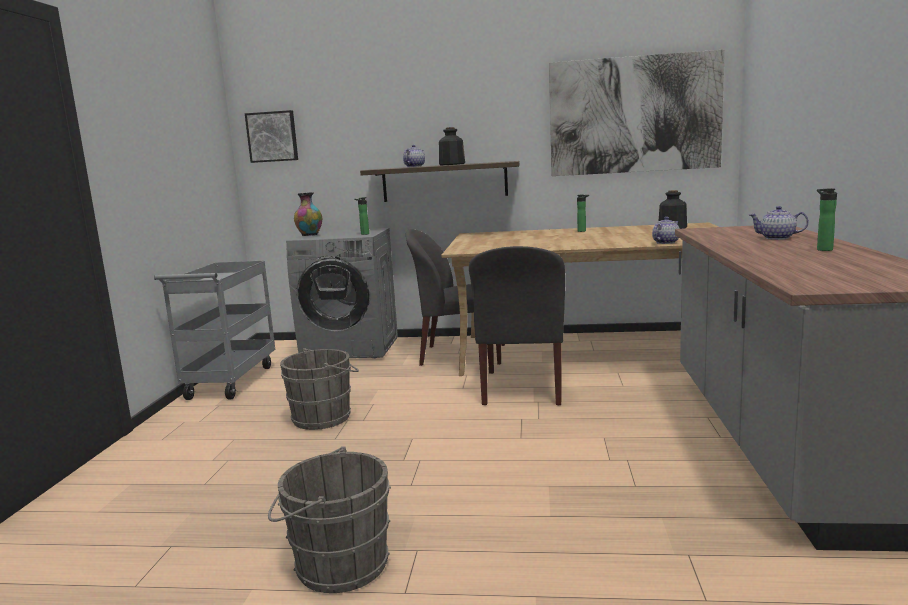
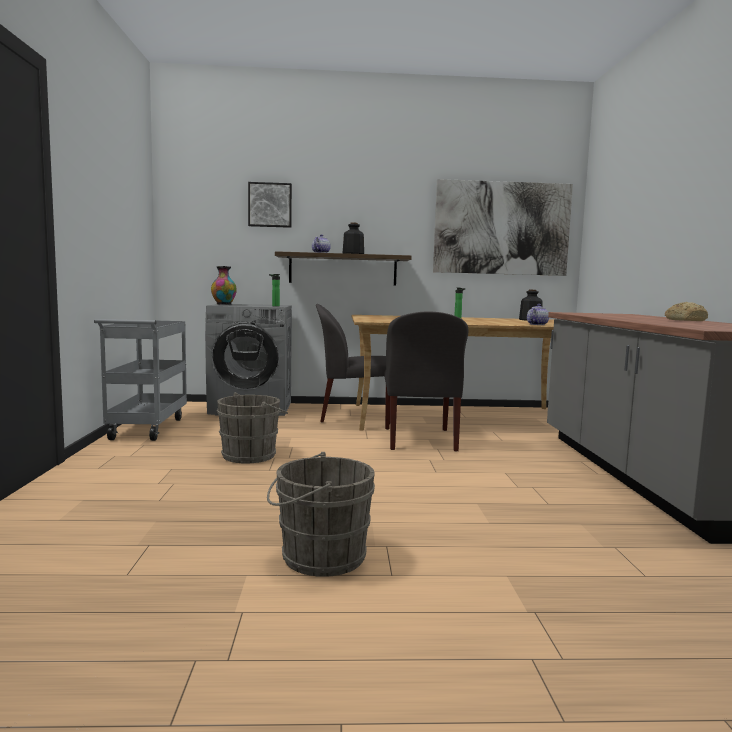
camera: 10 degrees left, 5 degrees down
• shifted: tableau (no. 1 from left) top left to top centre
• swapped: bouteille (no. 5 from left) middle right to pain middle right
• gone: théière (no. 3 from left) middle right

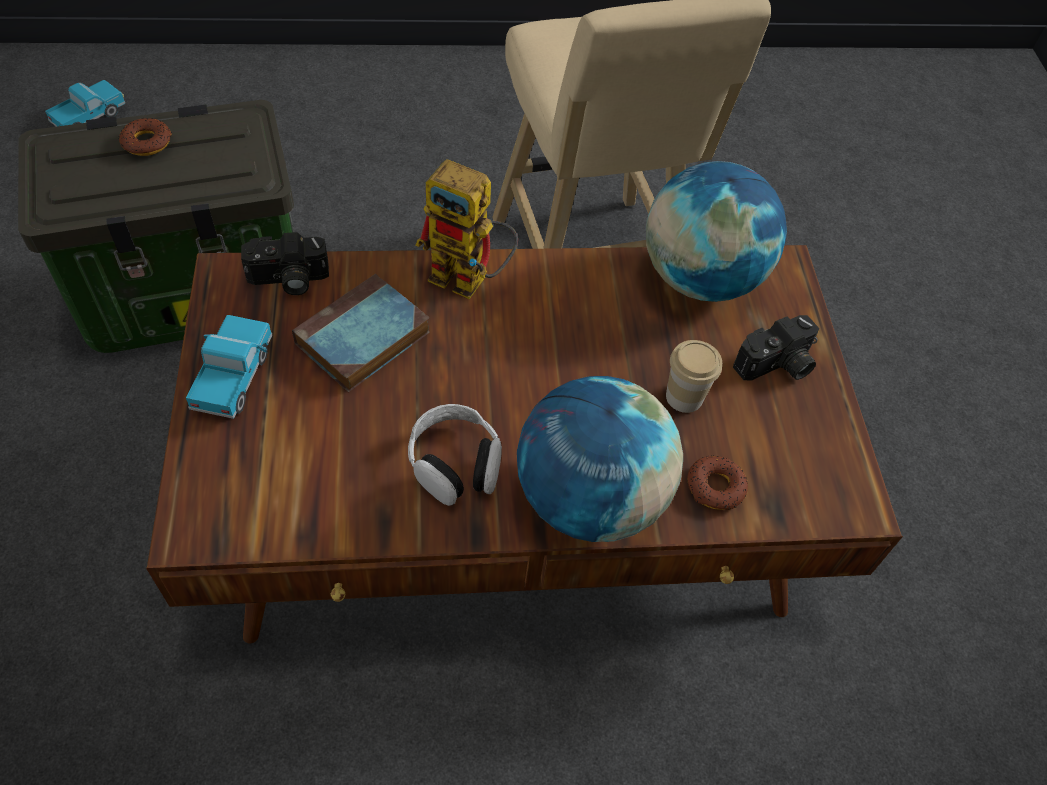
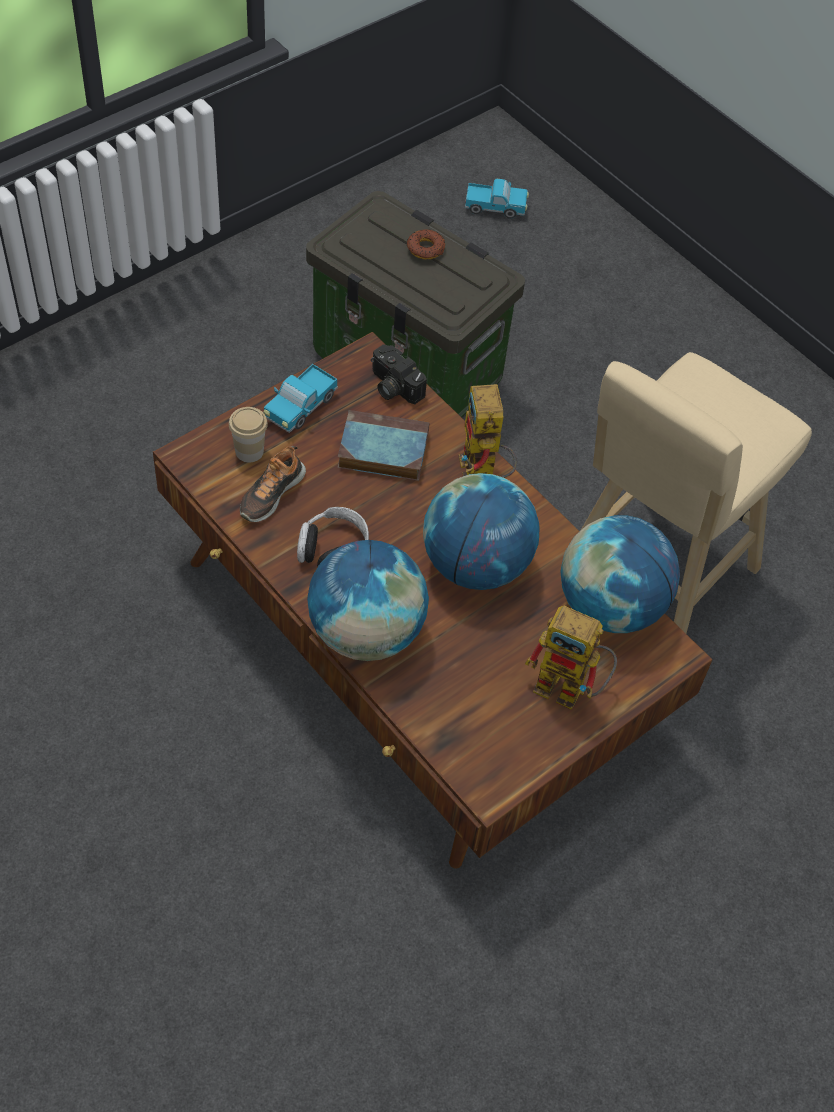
camera: 55 degrees right, 0 degrees up
• rotated: camion jouet (no. 2 from left in the first image) middle left = centre 150 degrees clockwise
• swapped: appareil photo (no. 2 from left) middle right to robot jouet (no. 2 from left) middle right
• shifted: tasse centre to middle left
• gone: beignet (no. 2 from left) middle right
• new: chaussure middle left
• new: globe (no. 2 from left) centre

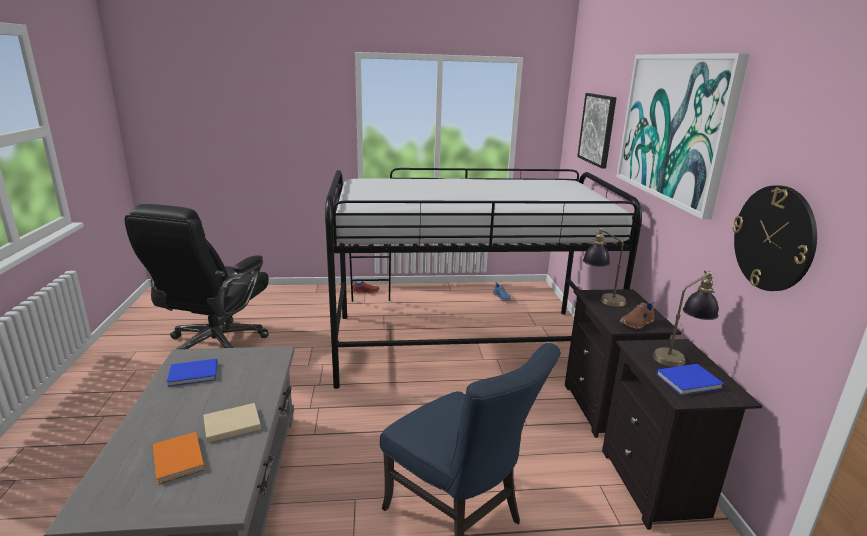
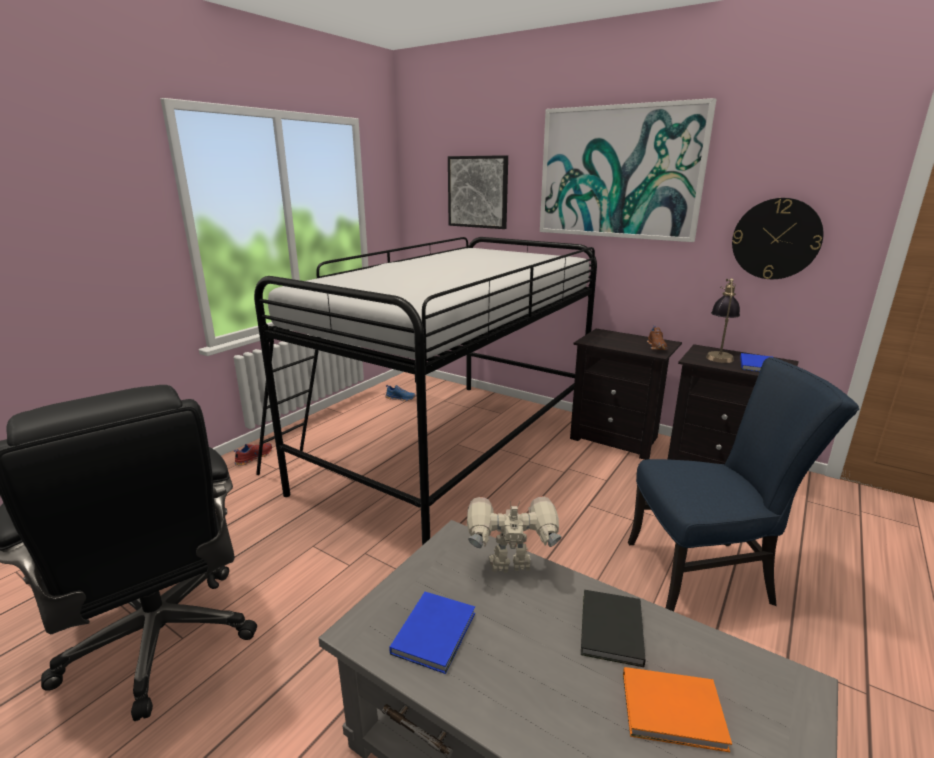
camera: 50 degrees left, 0 degrees up
• gone: lampe de table (no. 1 from left) middle right
• repainted: livre/beige bottom left to livre/noir bottom centre
• new: robot jouet bottom centre

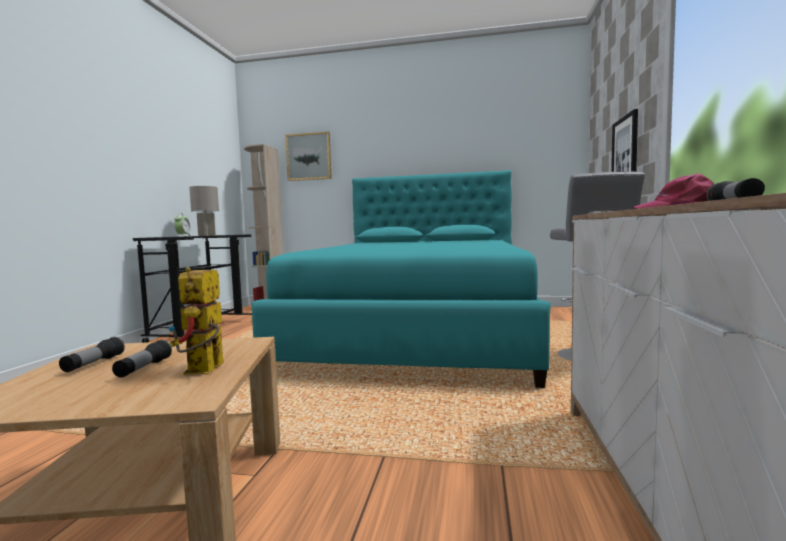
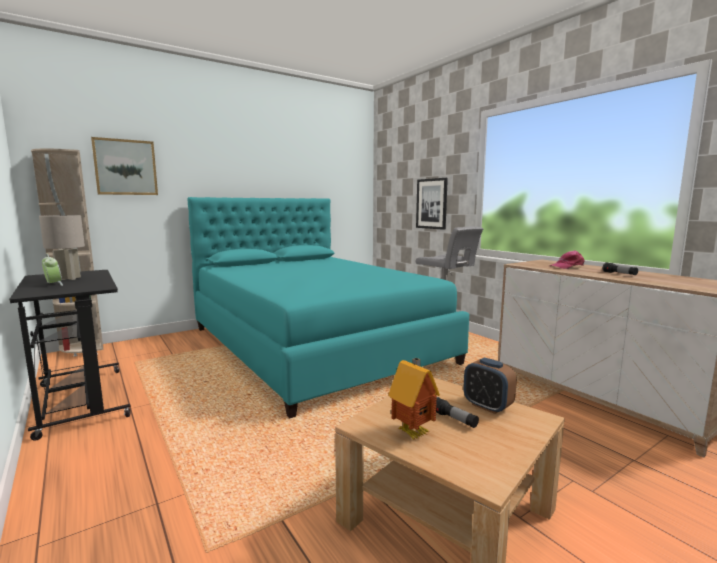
camera: 45 degrees left, 5 degrees up
• swapped: robot jouet middle left to réveil (no. 2 from left) bottom right
• swapped: lampe de poche (no. 1 from left) middle left to maison miniature bottom centre

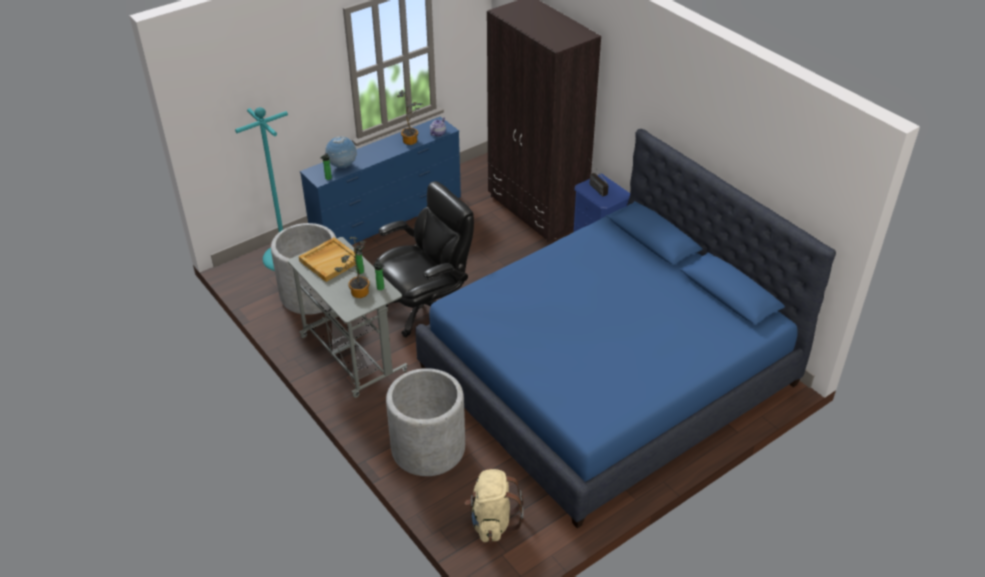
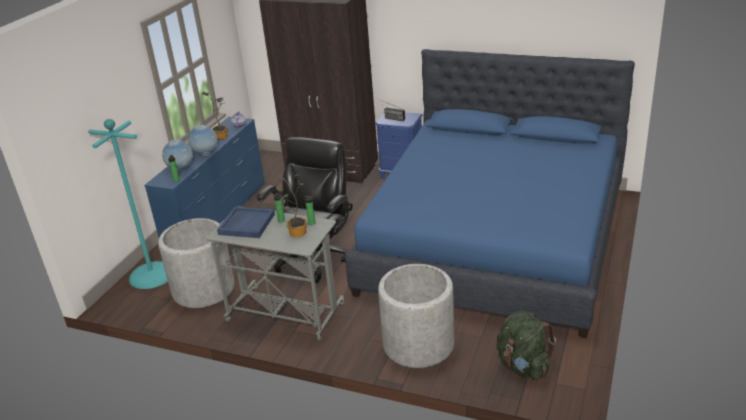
camera: 30 degrees left, 10 degrees down
• repainted: plateau/beige middle left to plateau/bleu middle left
• repainted: sac à dos/beige bottom centre to sac à dos/vert bottom right
• new: globe (no. 2 from left) middle left

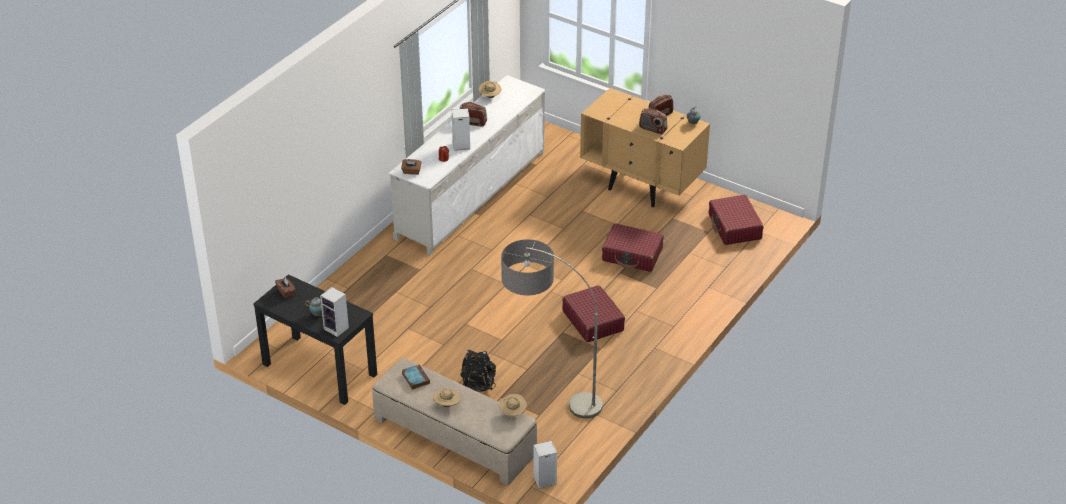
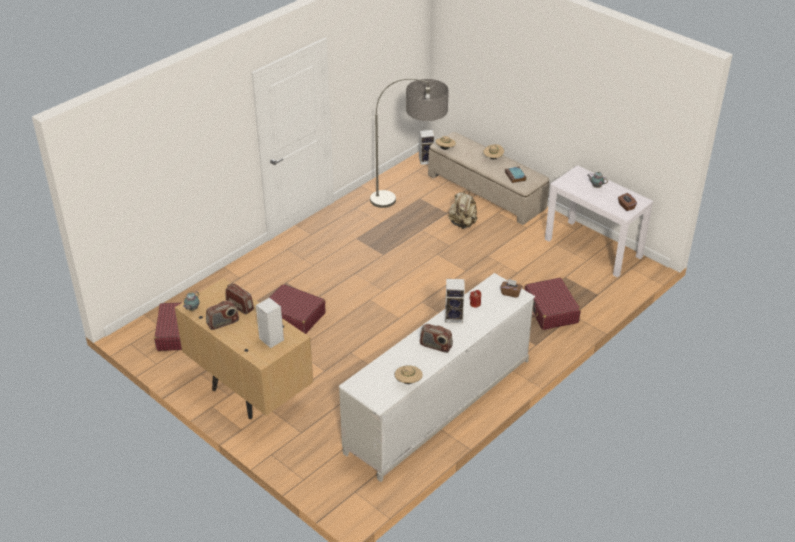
camera: 170 degrees left, 0 degrees up
• repainted: table console/noir bottom left to table console/blanc middle right
• shifted: valise/rouge (no. 1 from left in the first image) centre to valise/rouge (no. 3 from left) middle right
• shifted: enceinte (no. 1 from left) middle left to centre
• repainted: sac à dos/noir bottom centre to sac à dos/beige centre

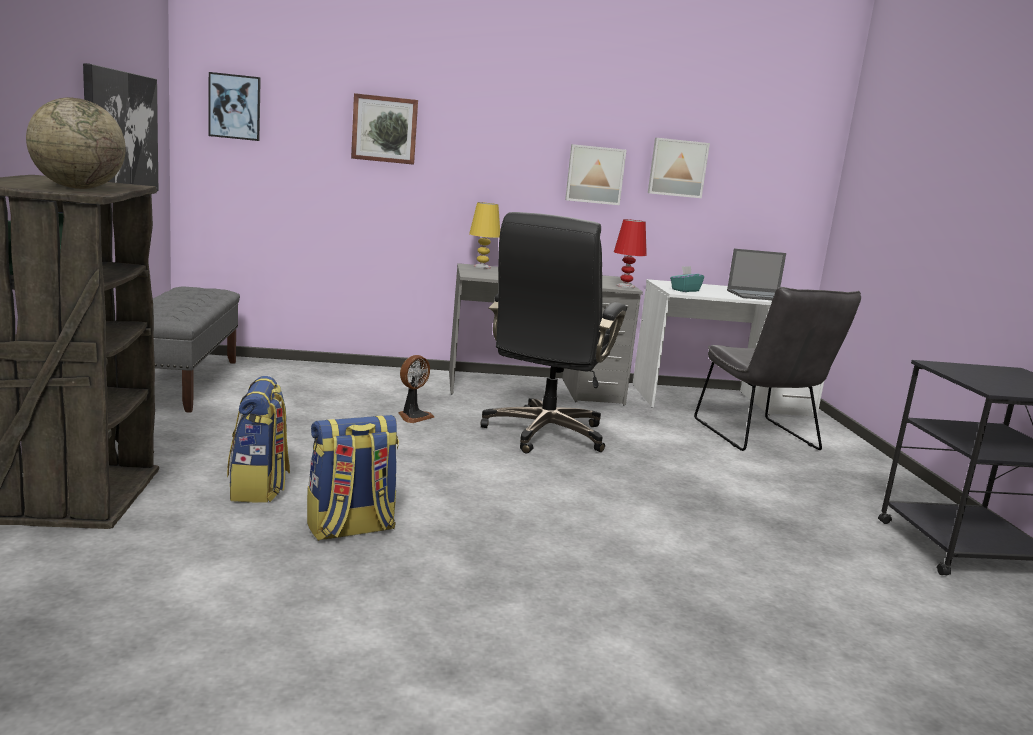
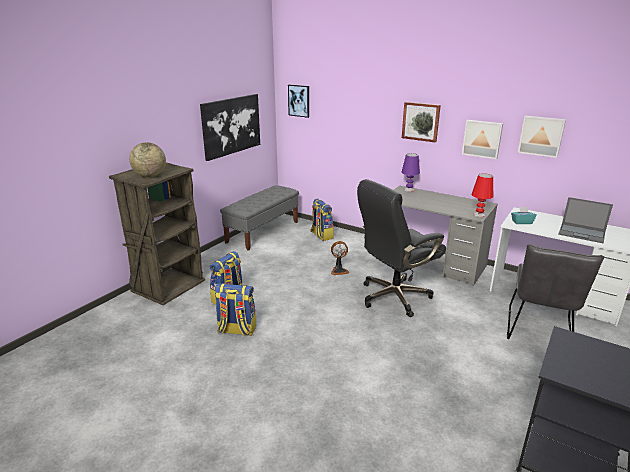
camera: 40 degrees right, 10 degrees up
• shifted: tableau (no. 3 from left) top centre to top right
• repainted: lampe de table/jaune top centre to lampe de table/violet centre
• new: sac à dos (no. 3 from left) centre

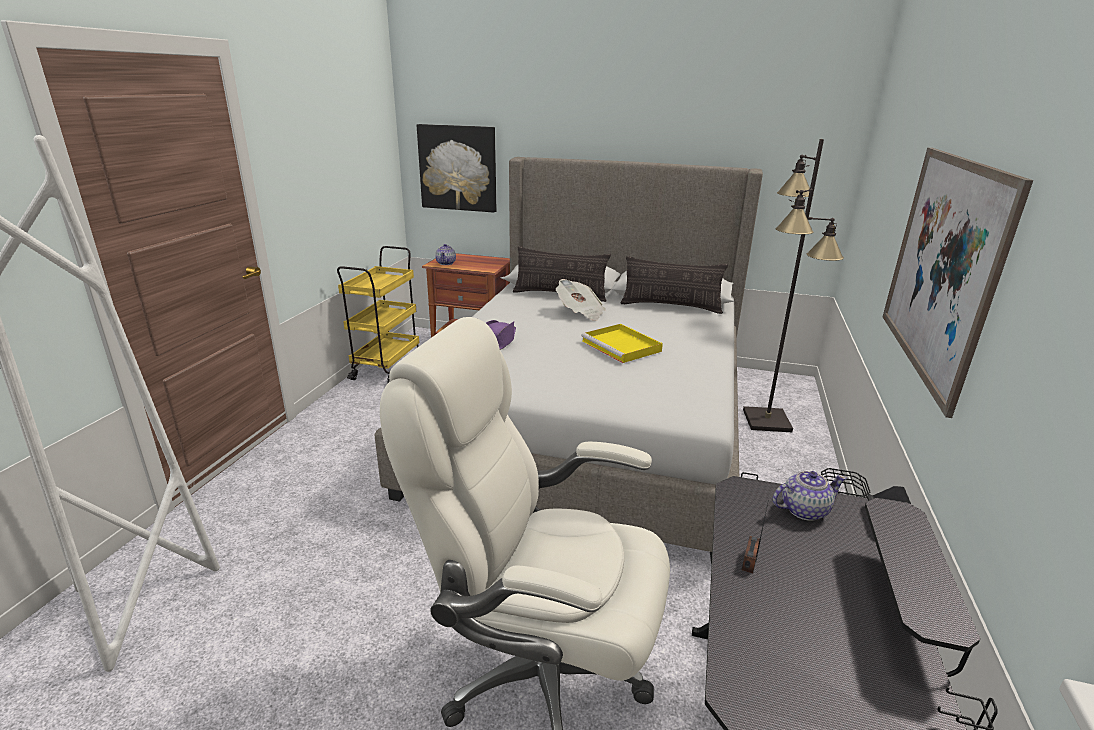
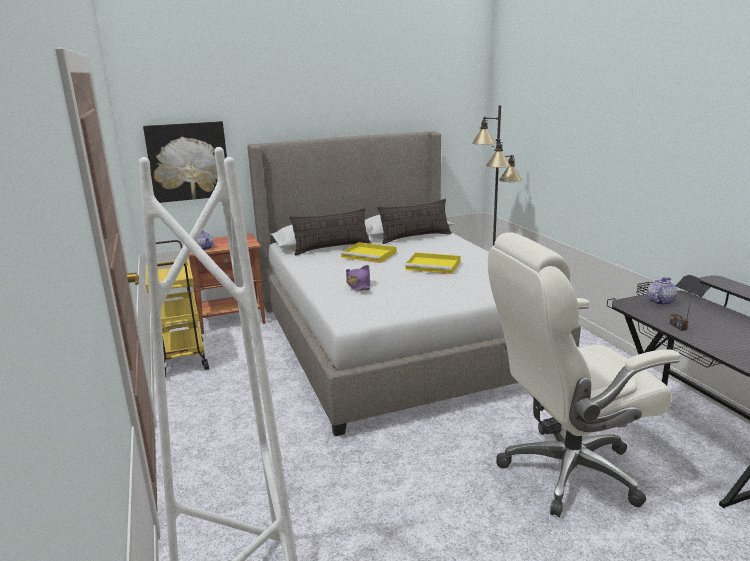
camera: 35 degrees left, 5 degrees down
• gone: tableau (no. 2 from left) middle right
• swapped: journal centre to plateau/jaune (no. 1 from left) centre

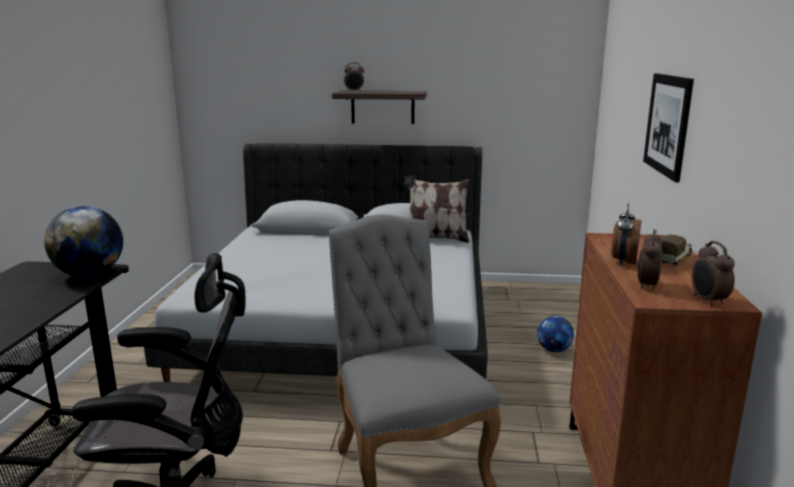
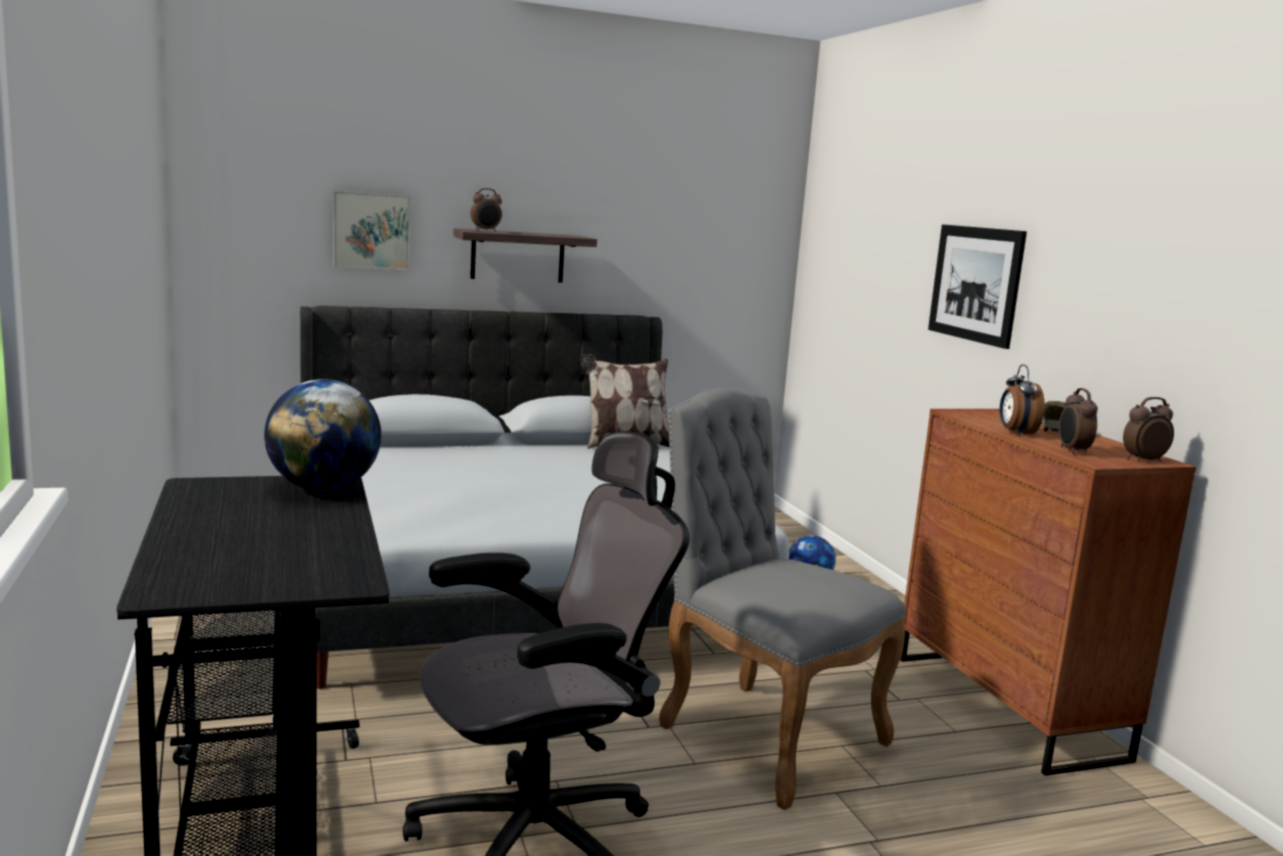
camera: 25 degrees left, 5 degrees down
• rotated: réveil (no. 4 from left) middle right = middle right 105 degrees clockwise
• new: tableau (no. 1 from left) top left

